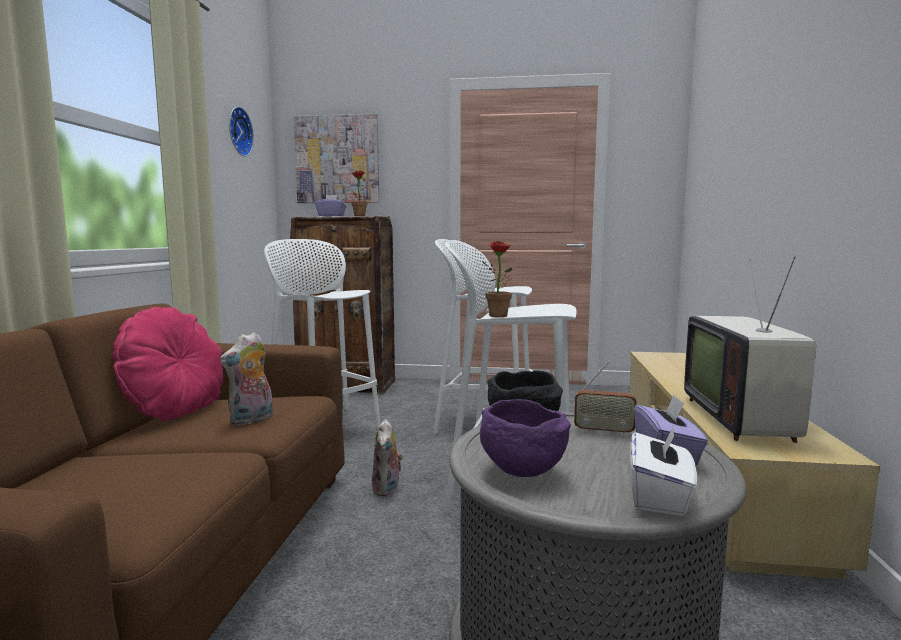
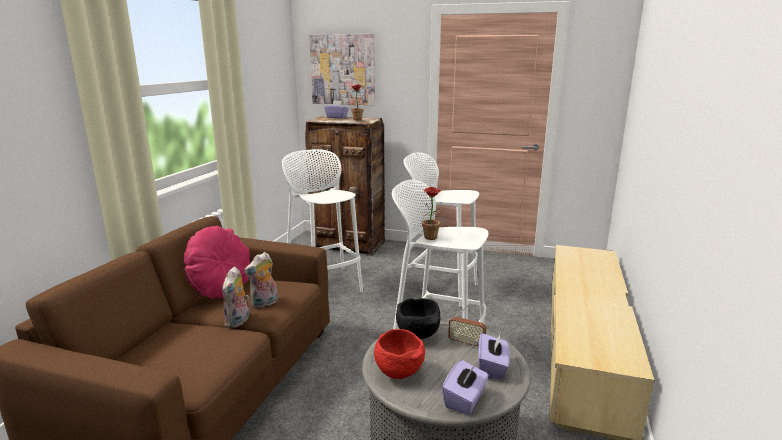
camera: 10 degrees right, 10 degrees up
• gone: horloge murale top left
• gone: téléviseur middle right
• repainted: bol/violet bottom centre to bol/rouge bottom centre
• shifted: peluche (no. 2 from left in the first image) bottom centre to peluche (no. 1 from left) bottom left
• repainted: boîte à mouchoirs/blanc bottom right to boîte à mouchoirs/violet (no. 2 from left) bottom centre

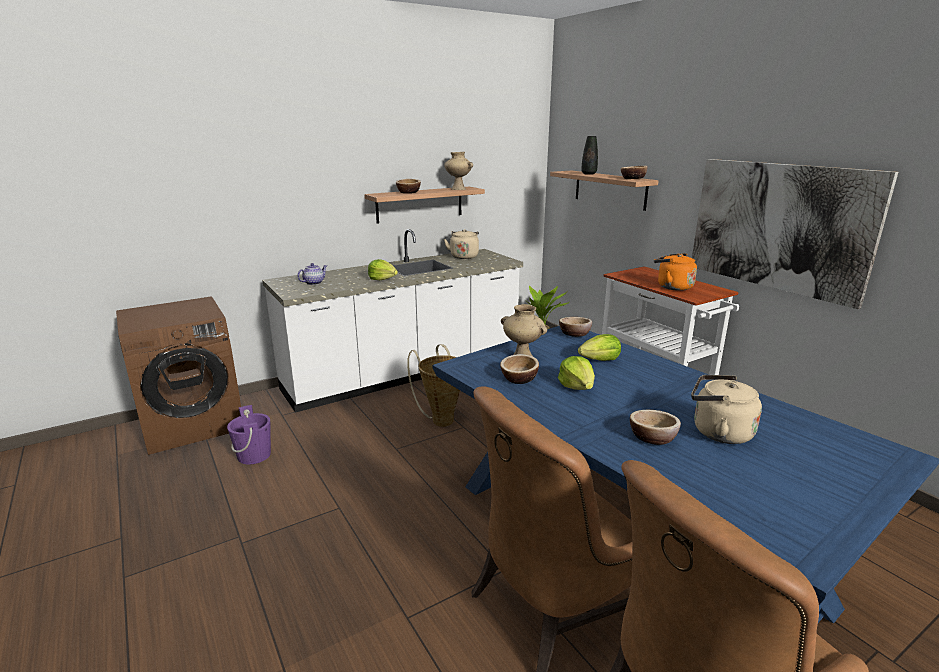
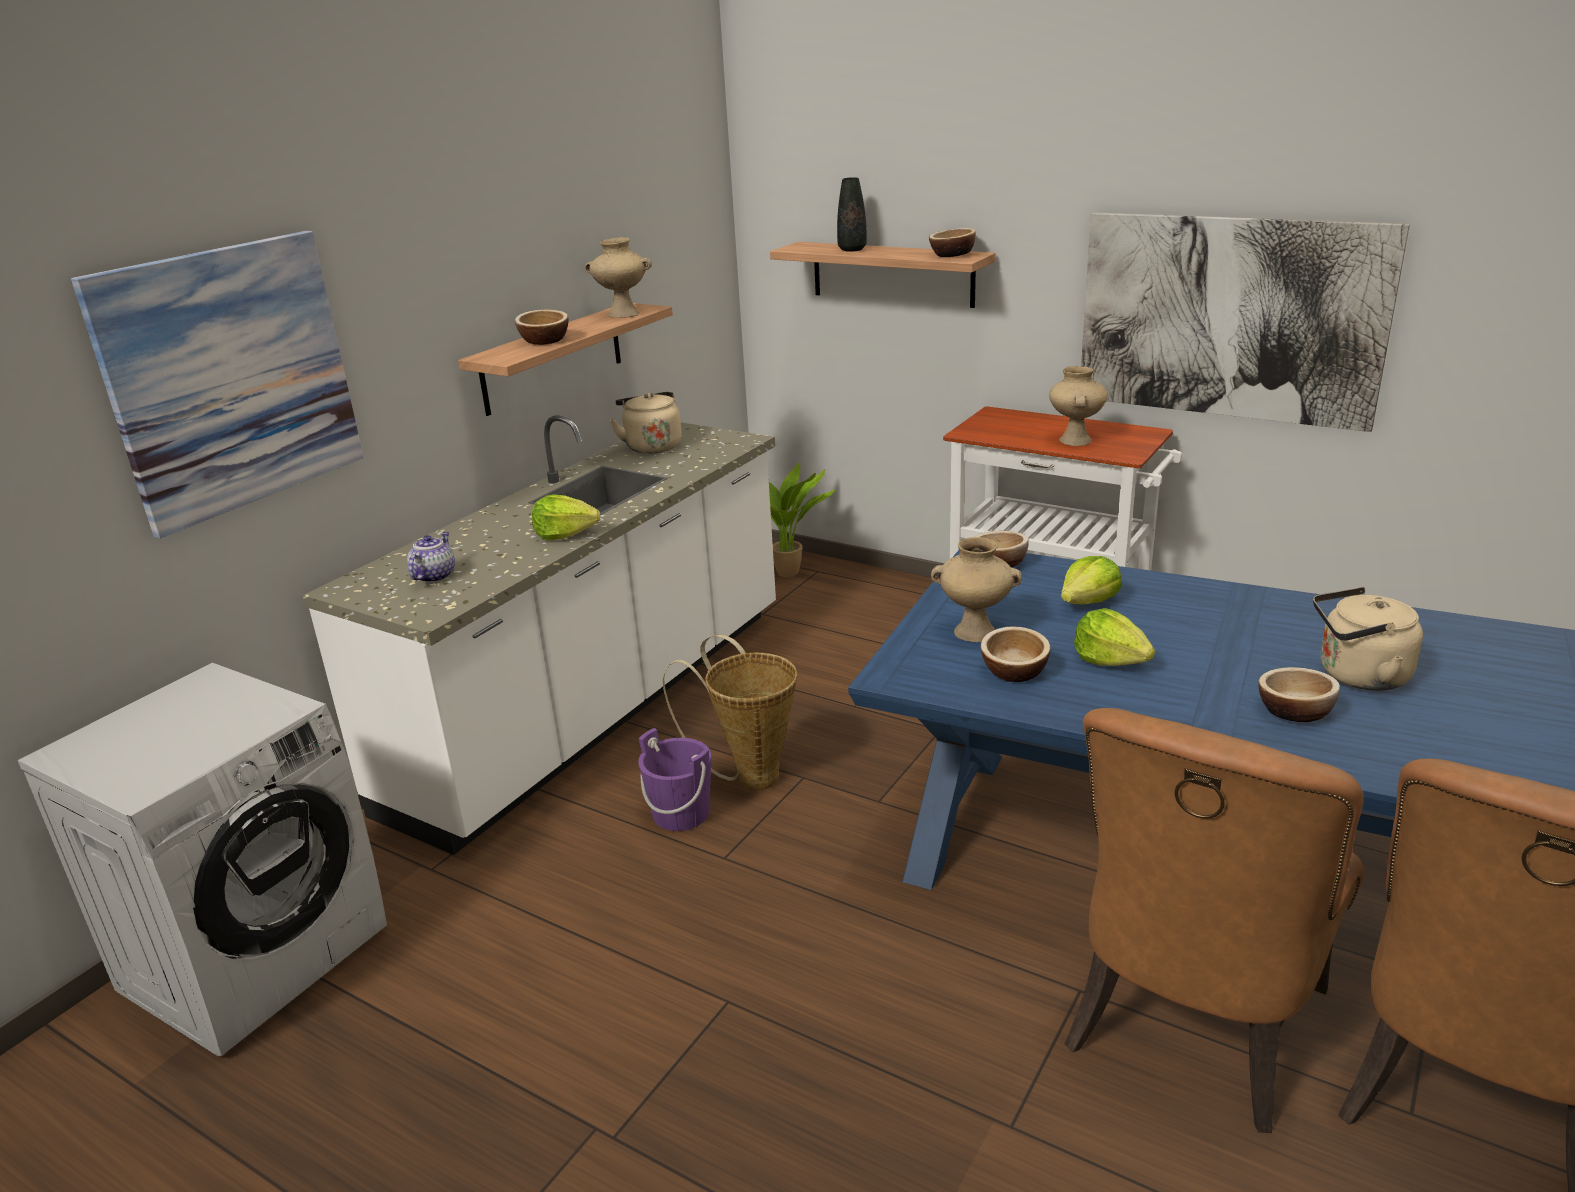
camera: 25 degrees left, 5 degrees up
• swapped: bouilloire/orange middle right to vase/beige (no. 3 from left) middle right
• repainted: lave-linge/marron middle left to lave-linge/blanc bottom left
• shifted: seau/violet middle left to centre
• new: tableau (no. 1 from left) top left

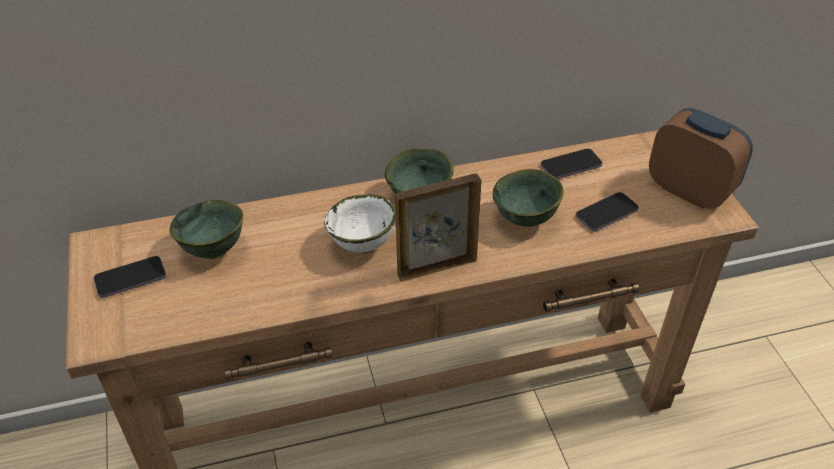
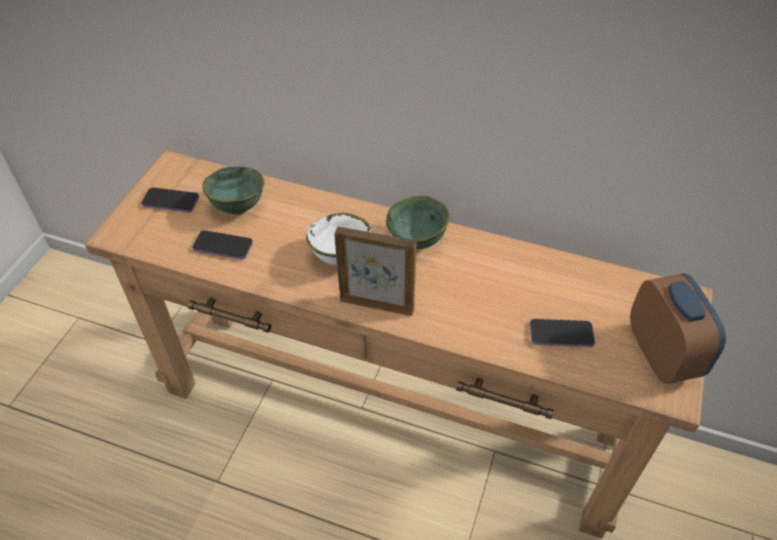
camera: 35 degrees right, 5 degrees up
• shifted: téléphone (no. 2 from left) middle right to middle left
• gone: bol/vert (no. 3 from left) centre

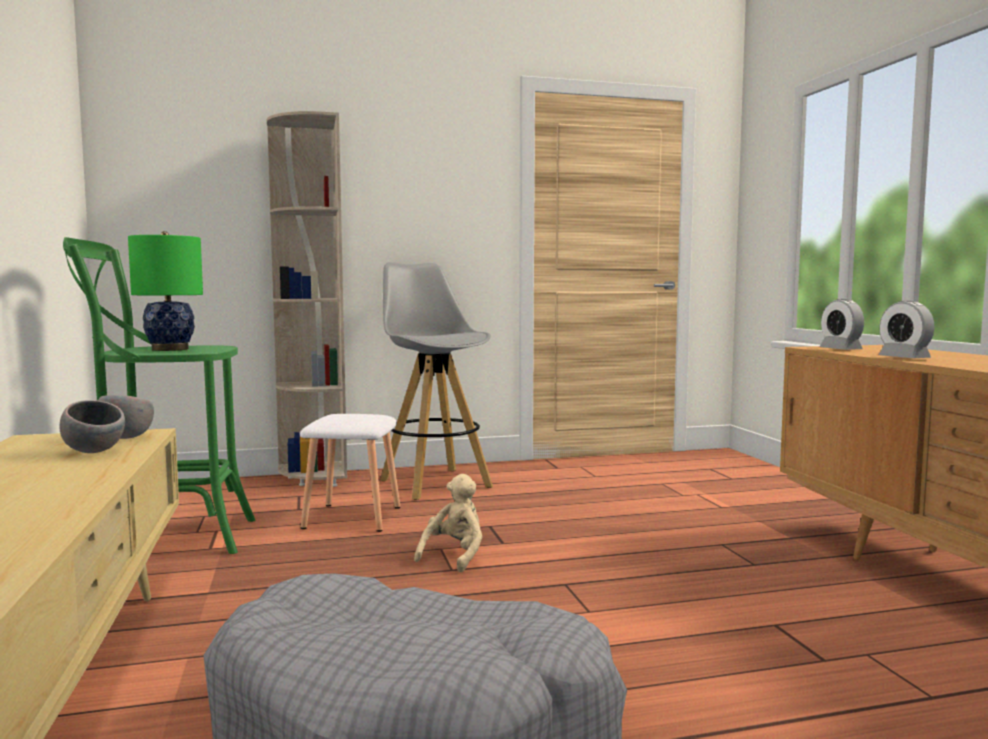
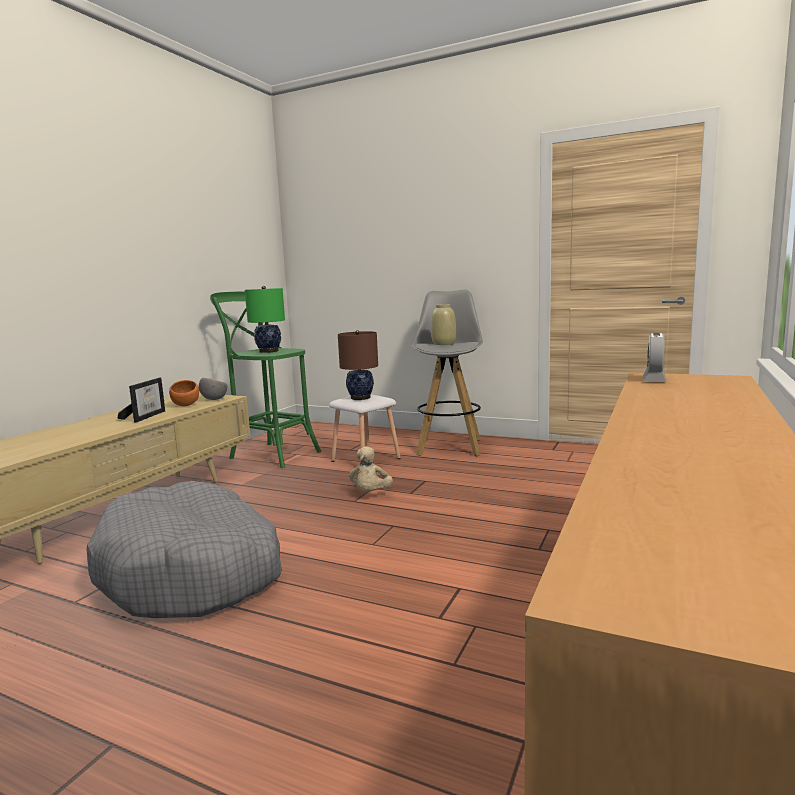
camera: 40 degrees right, 5 degrees up
• gone: bibliothèque/beige middle left
• gone: réveil (no. 2 from left) middle right
• repainted: bol/gris (no. 1 from left) middle left to bol/orange middle left
• rotated: peluche/beige bottom centre = centre 120 degrees clockwise
• new: vase/beige centre
• new: lampe de table/marron centre
• new: cadre photo middle left

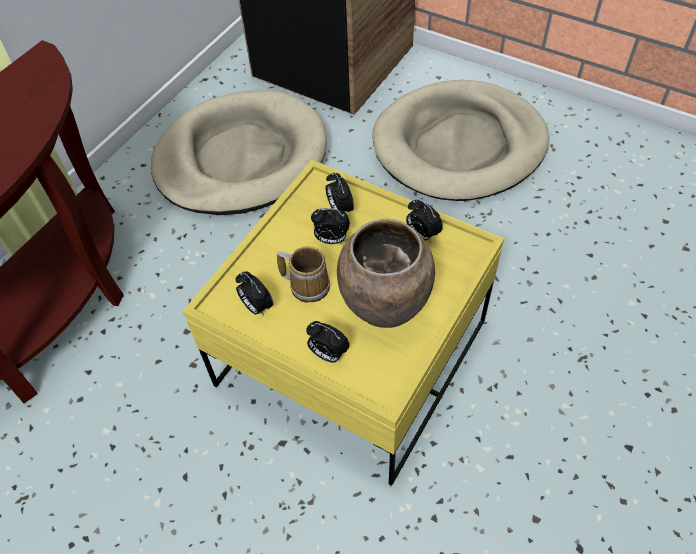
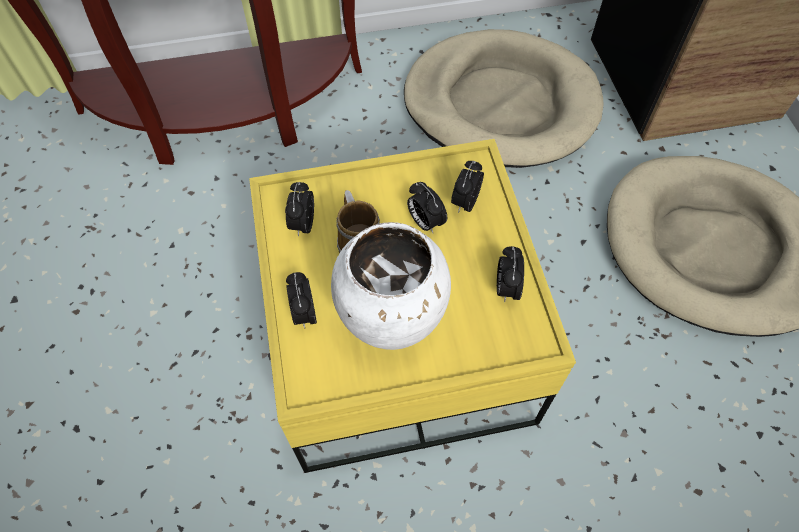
camera: 45 degrees right, 5 degrees up
• repainted: vase/marron centre to vase/blanc centre

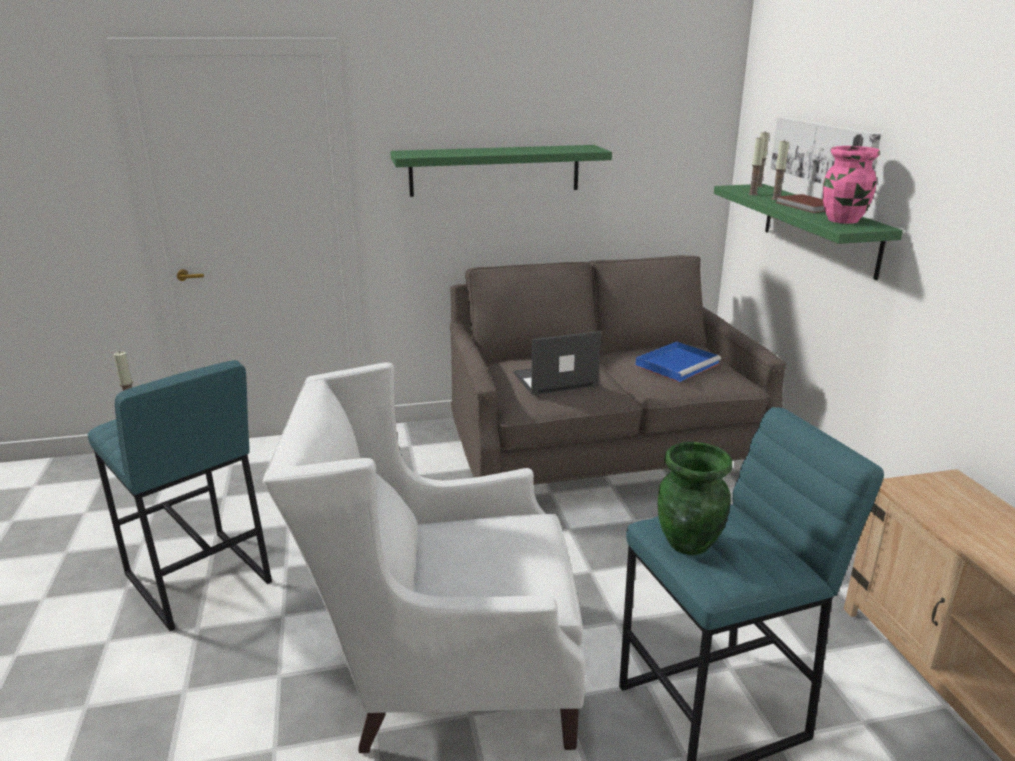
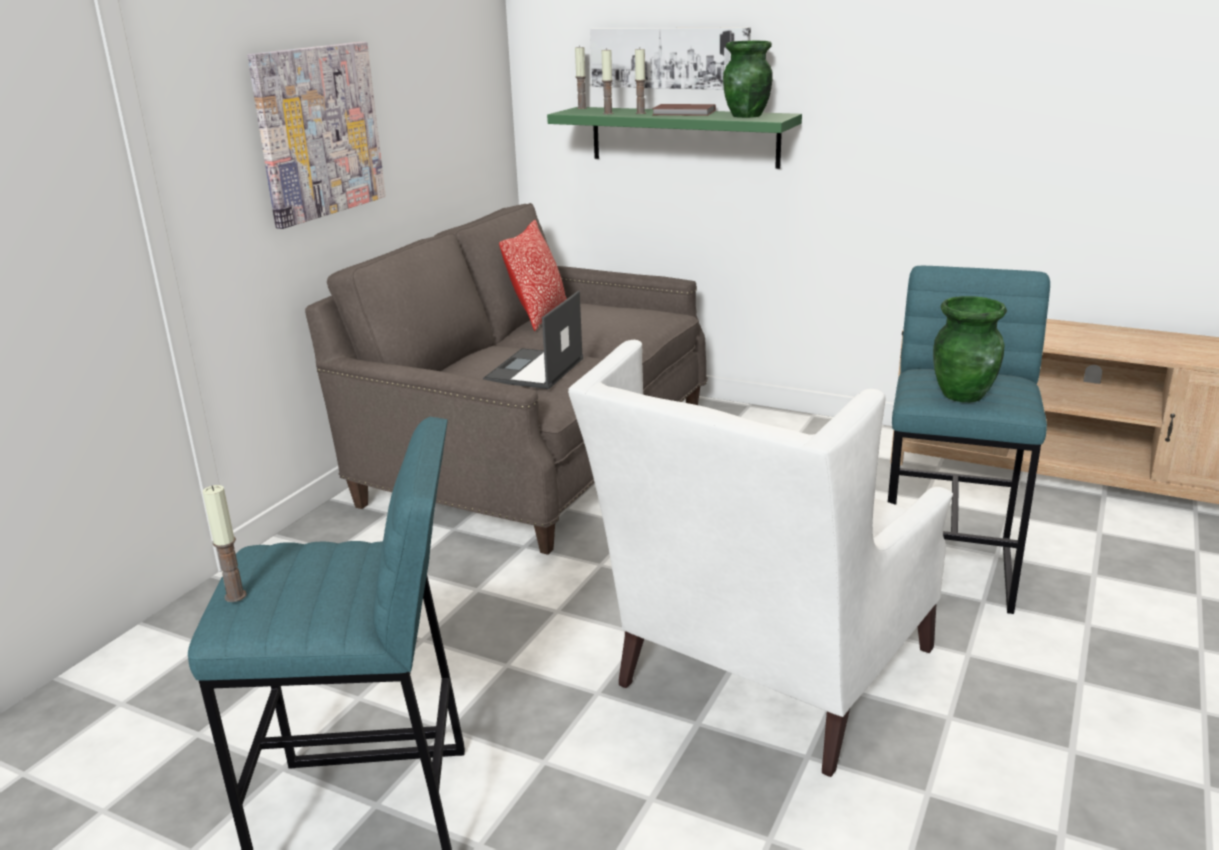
camera: 50 degrees left, 0 degrees up
• swapped: étagère/vert (no. 1 from left) top centre to tableau (no. 1 from left) top left
• repainted: vase/rose top right to vase/vert (no. 1 from left) top centre
• gone: plateau/bleu middle right
• new: coussin top centre

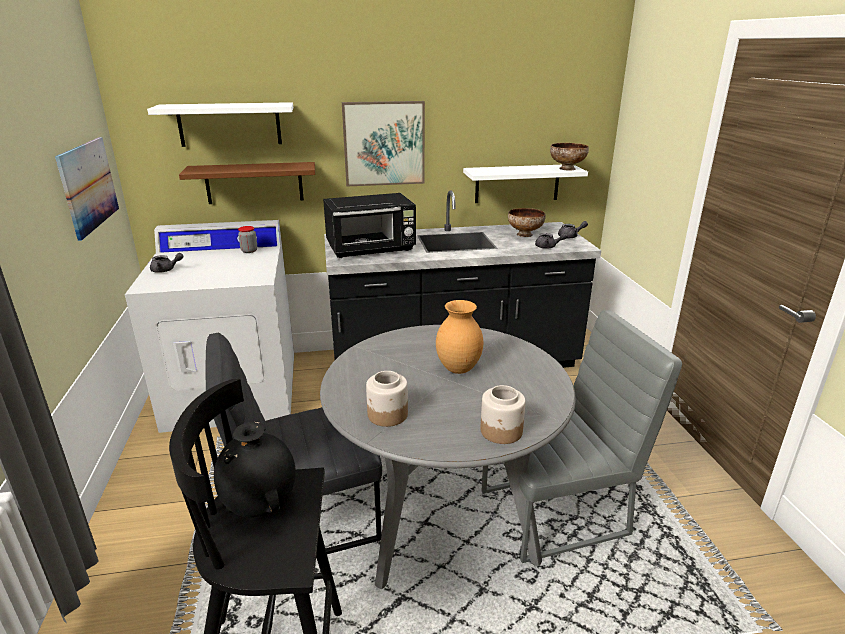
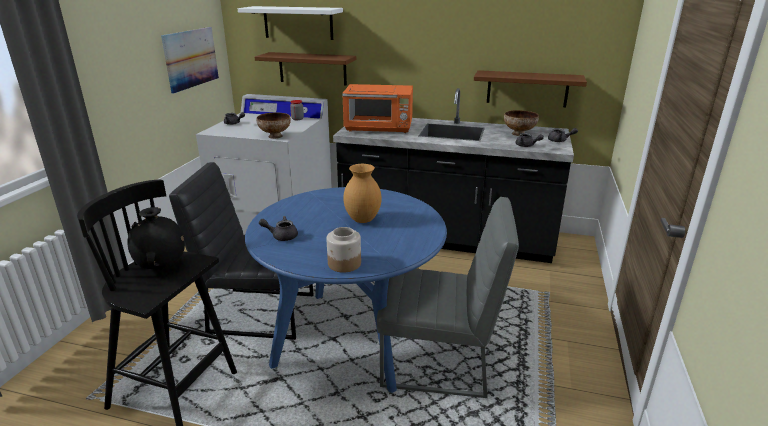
camera: 25 degrees right, 0 degrees up
• gone: tableau (no. 2 from left) top centre
• shifted: bol (no. 2 from left in the first image) top right to bol (no. 1 from left) top centre
• repainted: étagère/blanc (no. 2 from left) top centre to étagère/marron (no. 2 from left) top right
• repainted: micro-ondes/noir centre to micro-ondes/orange top centre
• repainted: table à manger/gris bottom centre to table à manger/bleu bottom centre
• swapped: bocal (no. 2 from left) centre to théière/gris (no. 2 from left) centre

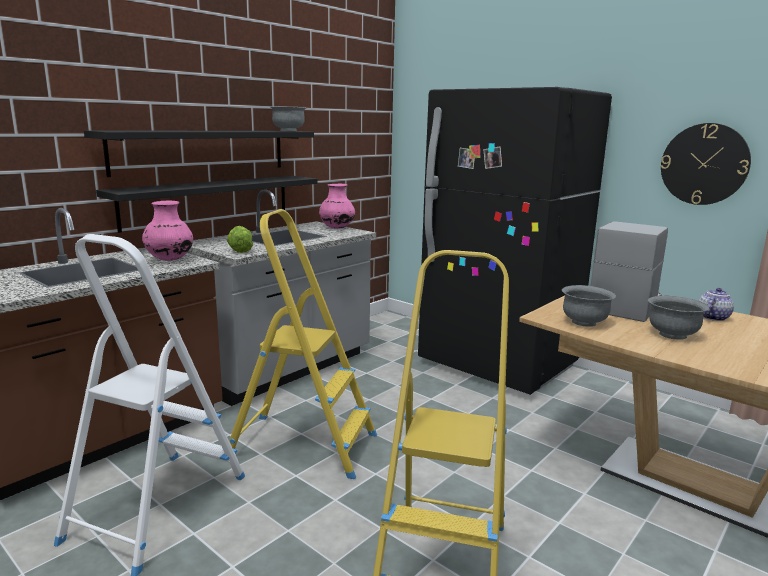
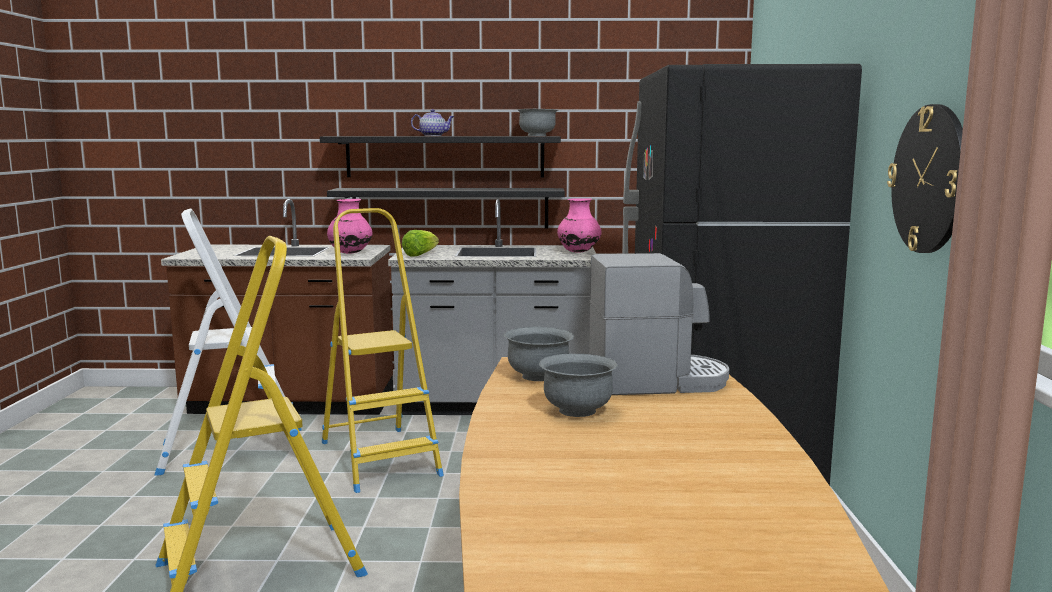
camera: 50 degrees right, 5 degrees down
• shifted: théière middle right to top centre

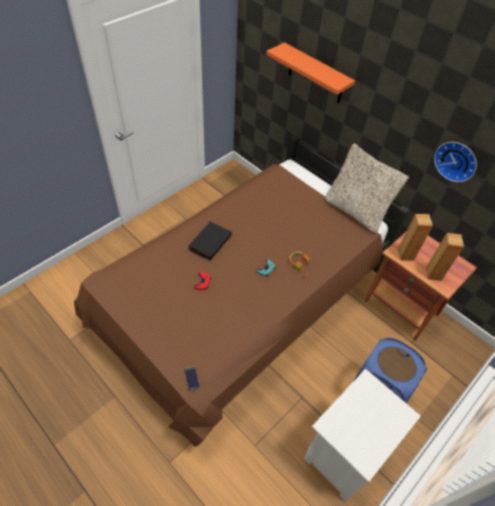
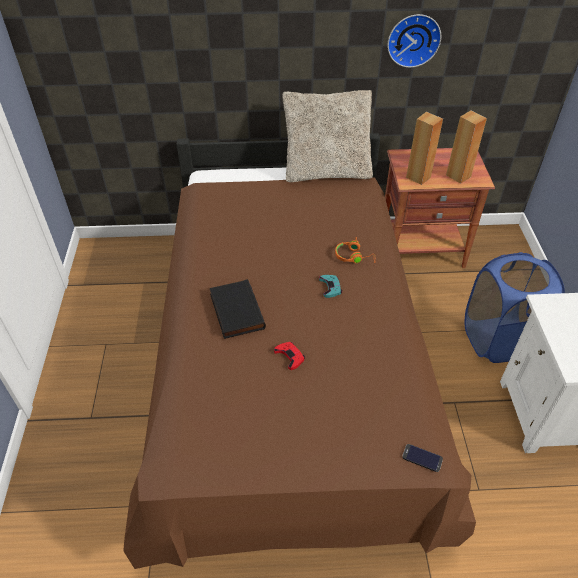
camera: 45 degrees left, 5 degrees down
• gone: étagère/orange top centre

